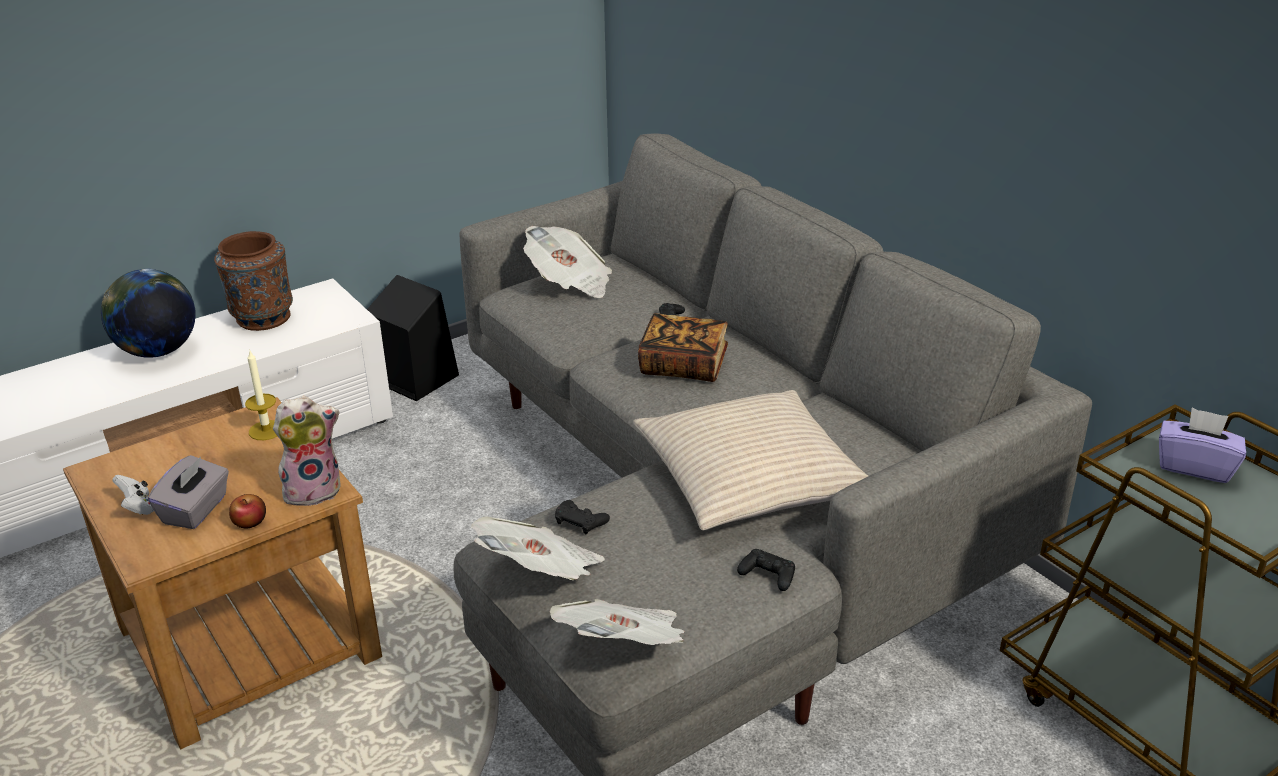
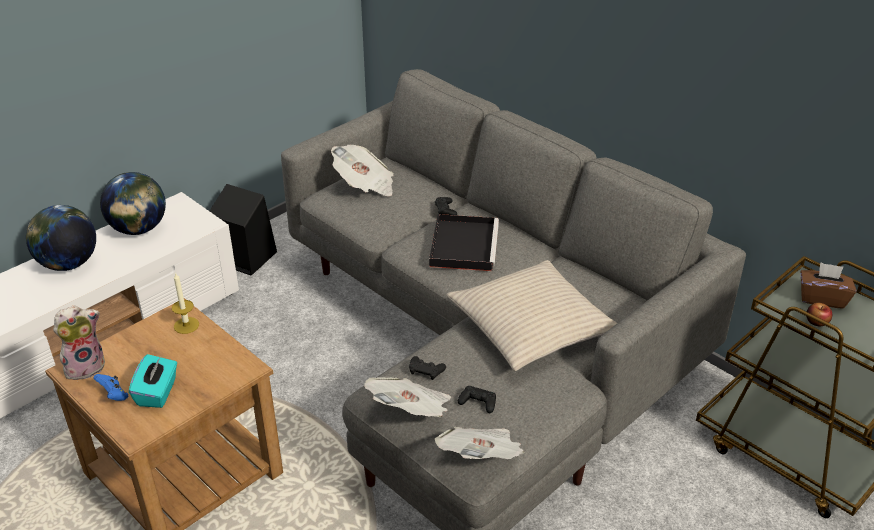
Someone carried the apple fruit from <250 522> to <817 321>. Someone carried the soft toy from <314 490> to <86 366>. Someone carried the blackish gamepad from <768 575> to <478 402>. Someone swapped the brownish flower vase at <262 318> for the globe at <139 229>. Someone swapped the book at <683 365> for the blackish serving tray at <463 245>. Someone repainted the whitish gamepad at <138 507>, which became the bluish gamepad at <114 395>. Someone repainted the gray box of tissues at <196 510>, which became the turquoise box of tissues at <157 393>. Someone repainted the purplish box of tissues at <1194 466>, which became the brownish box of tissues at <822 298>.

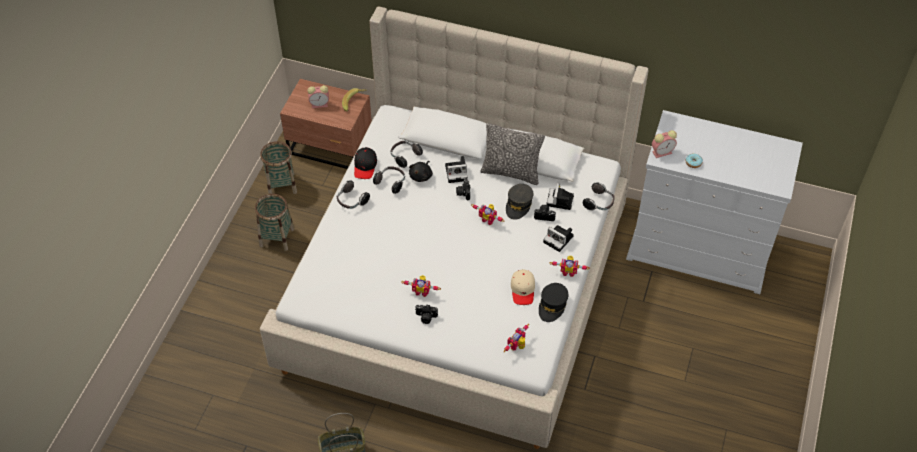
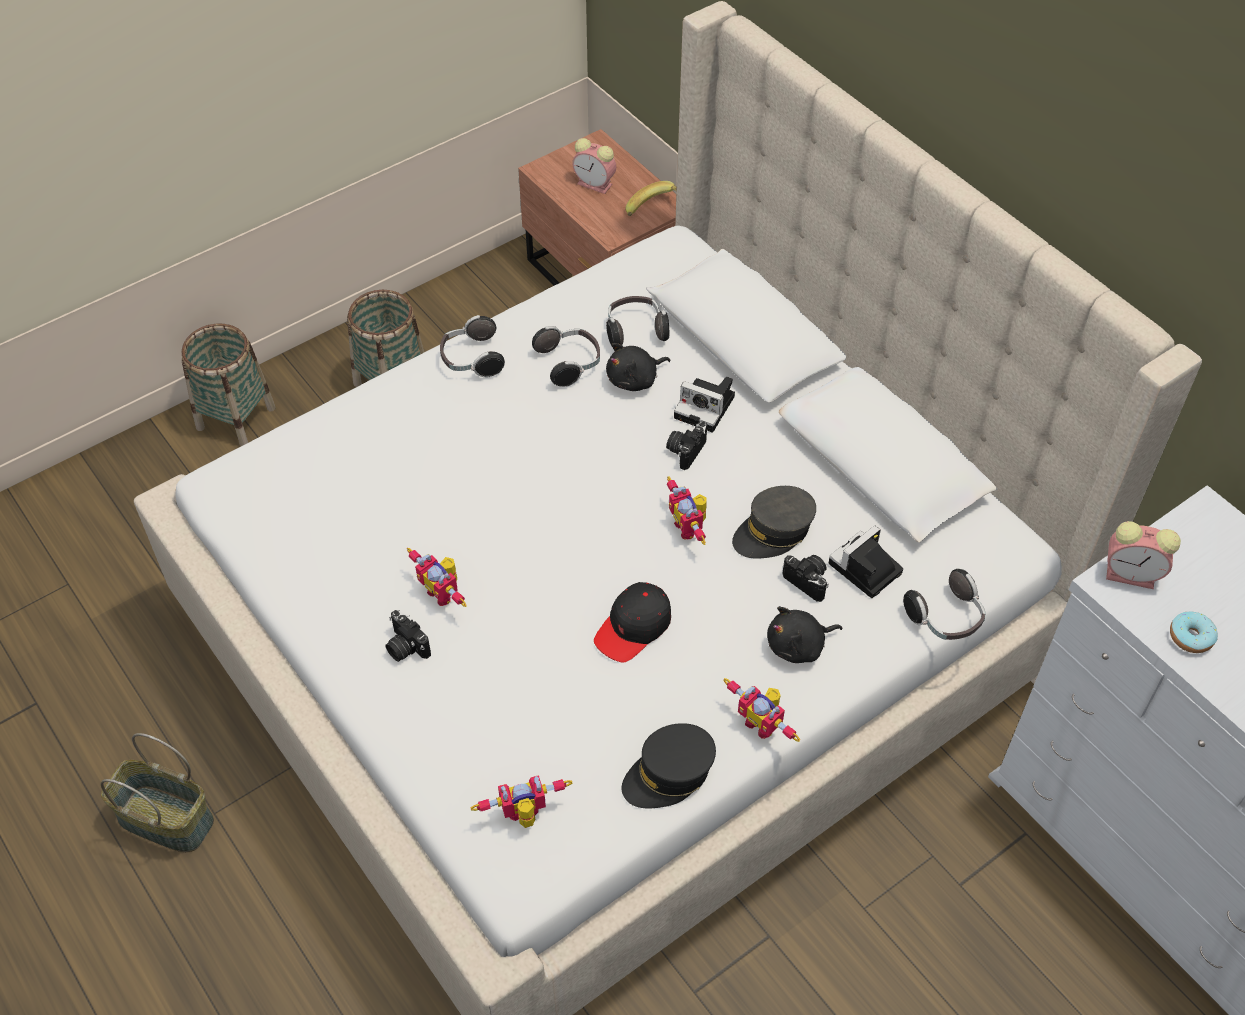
Someone took away the pillow at <511 172>. Someone took away the beige-coloured peaked cap at <523 290>. Someone carried the storage basket from <281 185> to <236 418>. Someone carried the blackish peaked cap from <365 166> to <633 627>. Someone swapped the photo camera at <559 239> for the blackish soft toy at <798 646>.

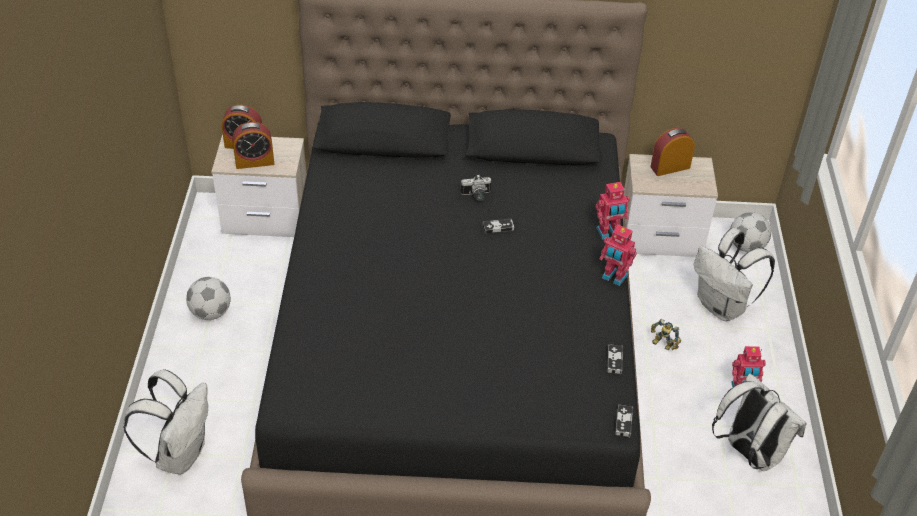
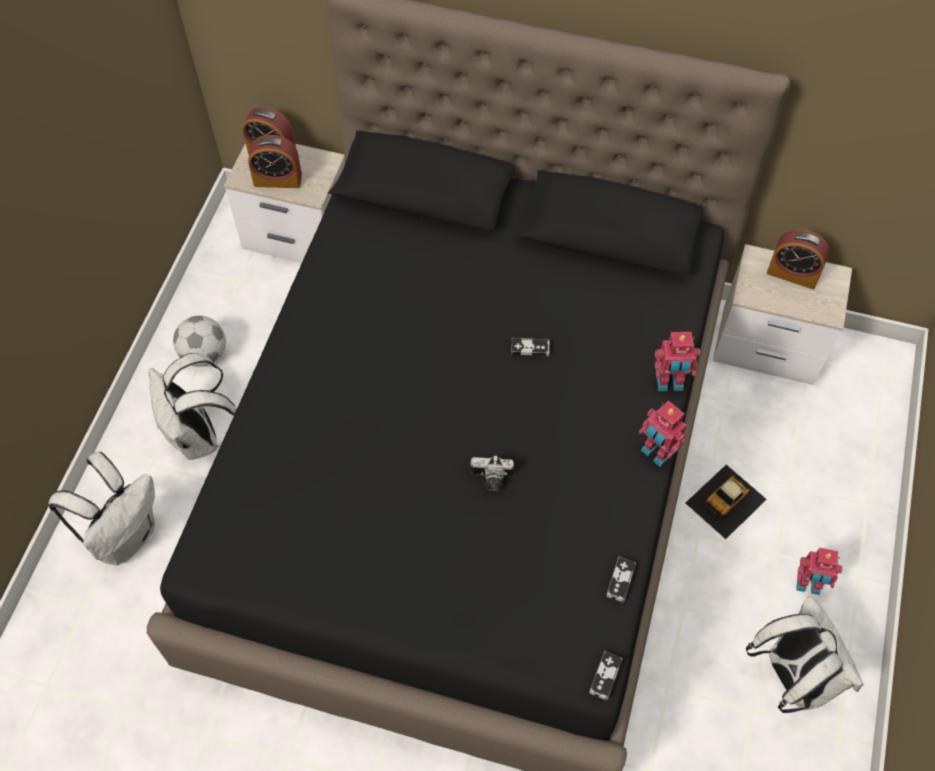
Someone took away the ball for football at <746 246>. Someone carried the photo camera from <476 195> to <491 479>. Someone carried the whitish rucksack from <722 307> to <200 437>. Someone swapped the robot figure at <662 344> for the toy car at <726 501>. Someone rotated the alarm clock at <670 167> by 150 degrees counterclockwise.

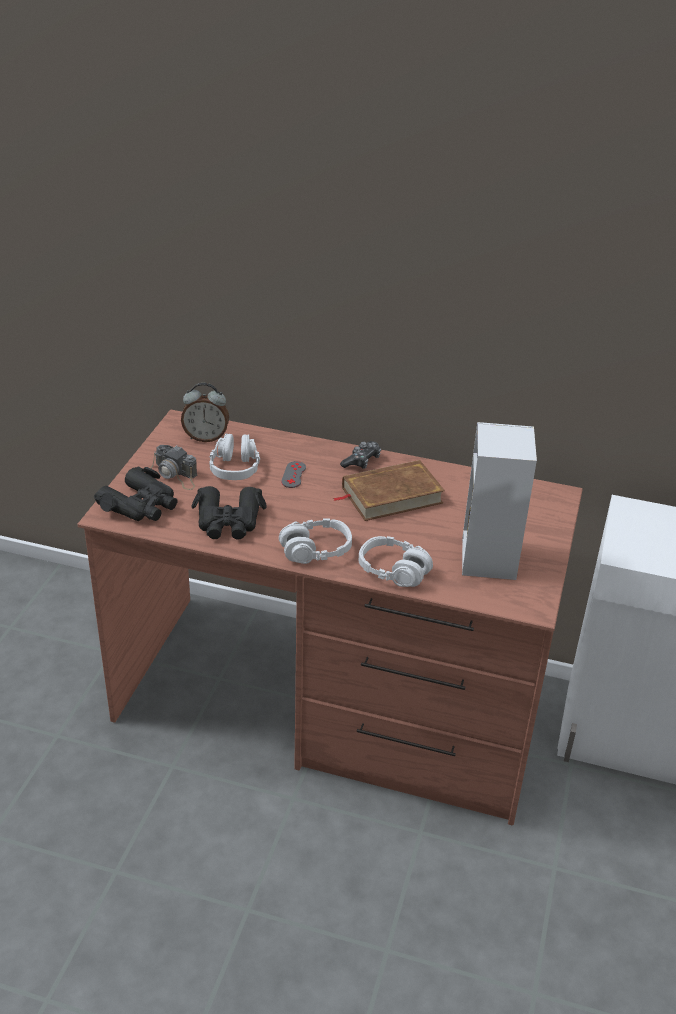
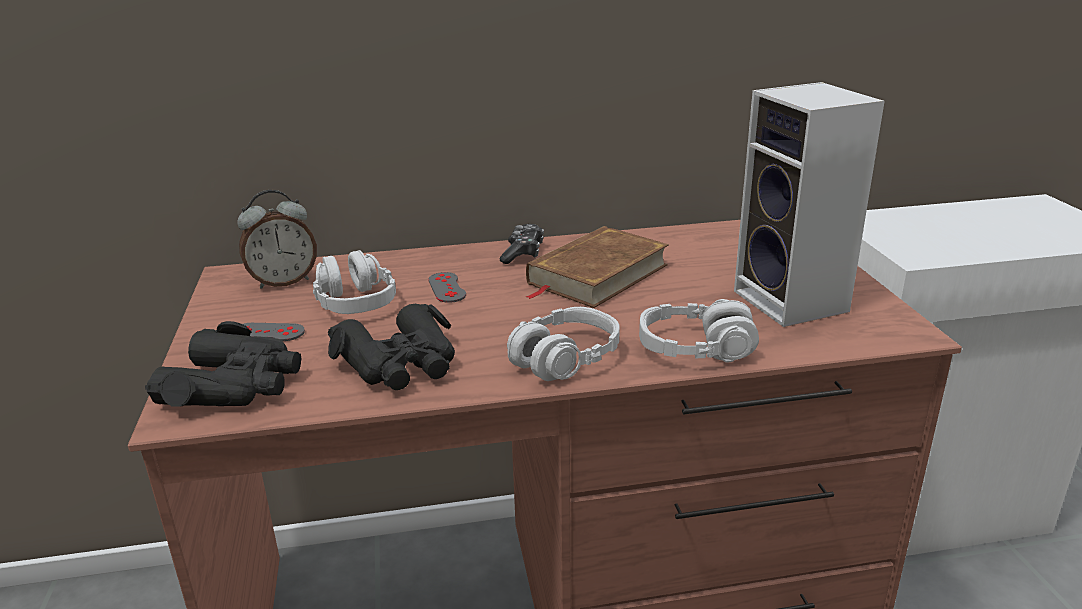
Someone swapped the photo camera at <175 475> for the gray gamepad at <267 332>.

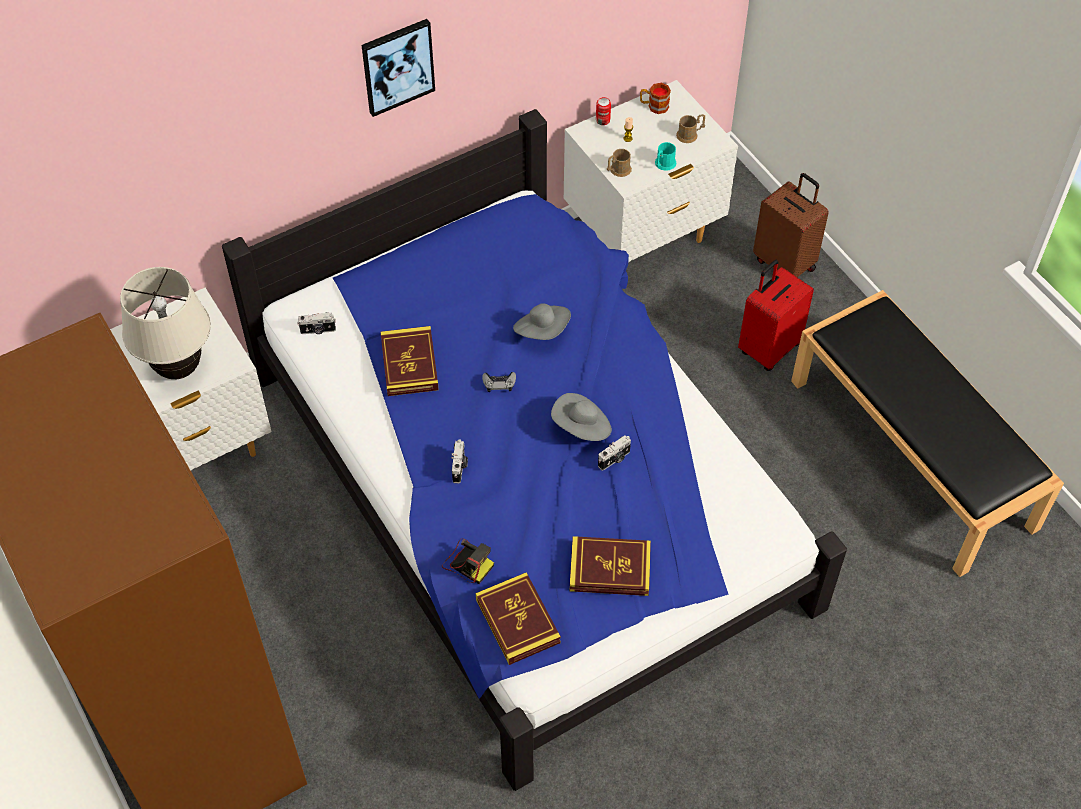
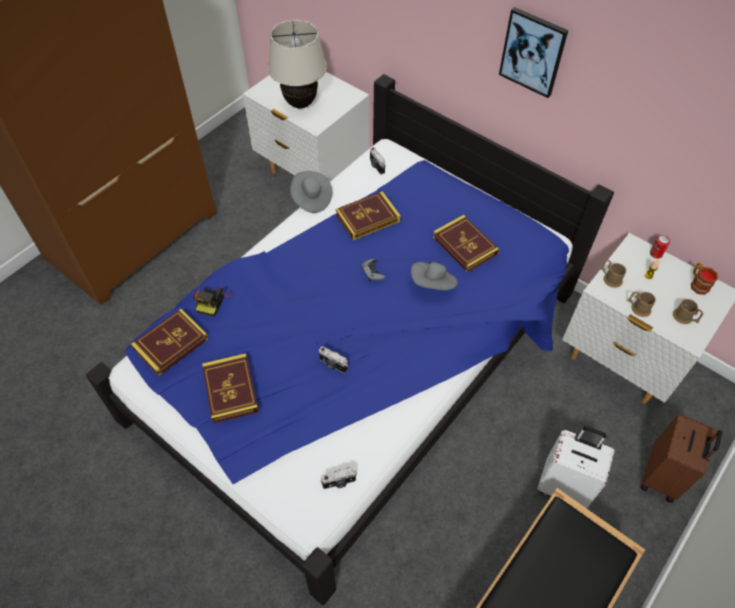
Someone put down the book at <464 246>. Someone carried the photo camera from <460 467> to <339 483>. Someone carried the gray wearable hat from <582 427> to <311 199>. Someone repainted the turquoise tea mug at <663 164>, which became the brownish tea mug at <638 308>. Someone repainted the red piece of luggage at <768 348>, which became the whitish piece of luggage at <564 486>.

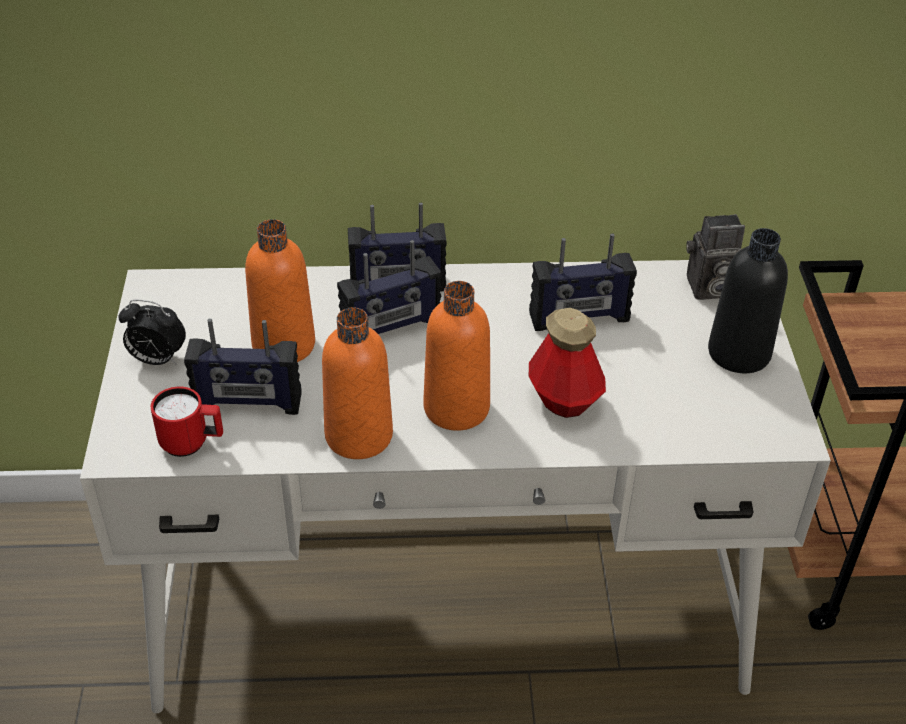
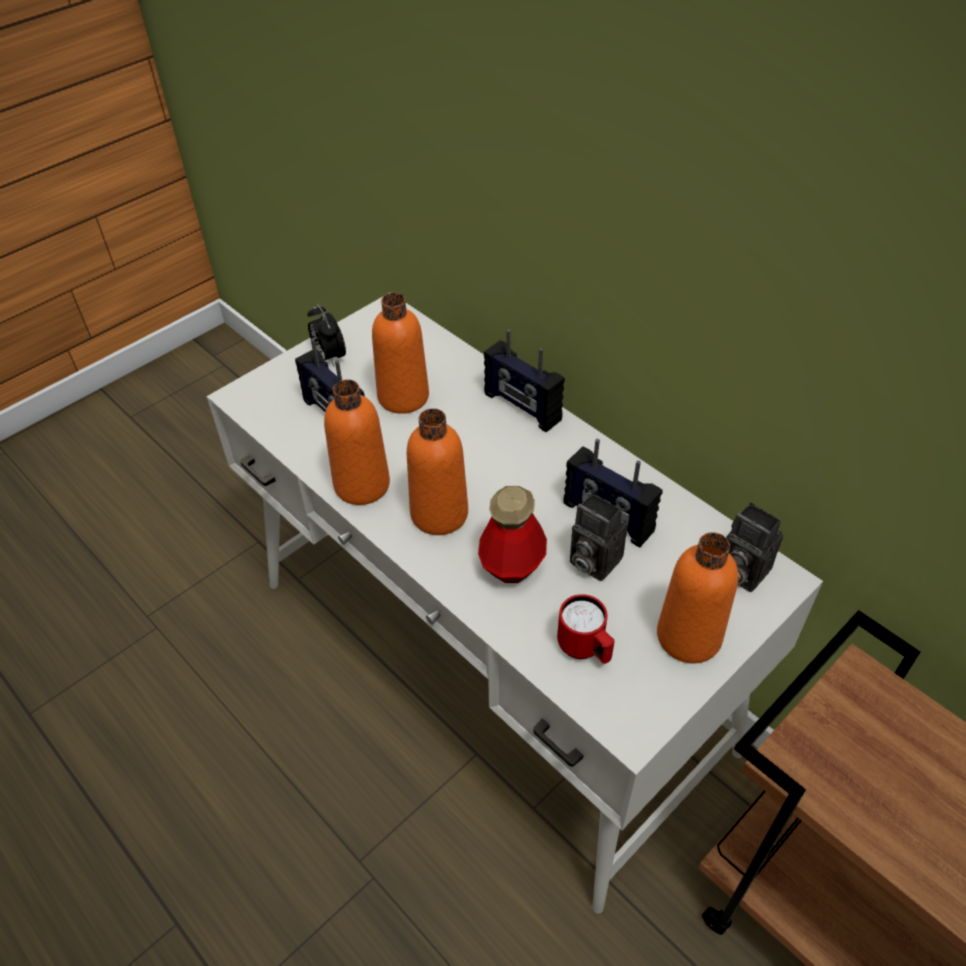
Someone took away the radio receiver at <391 329>. Someone put down the photo camera at <591 560>. Someone carried the red tea mug from <192 443> to <585 649>. Someone repainted the blackish bottle at <739 353>, which became the orange bottle at <688 636>.

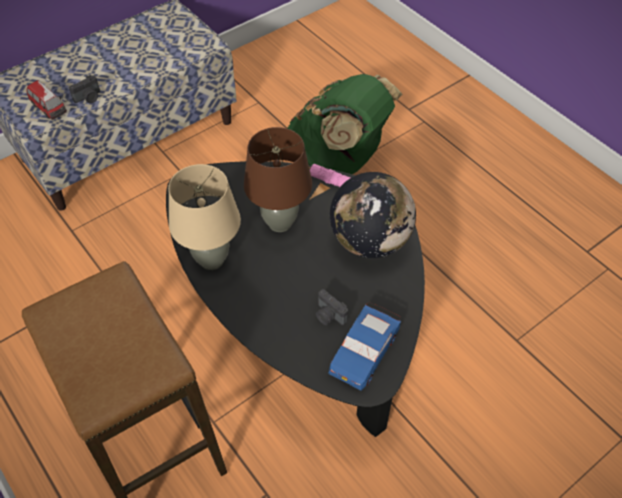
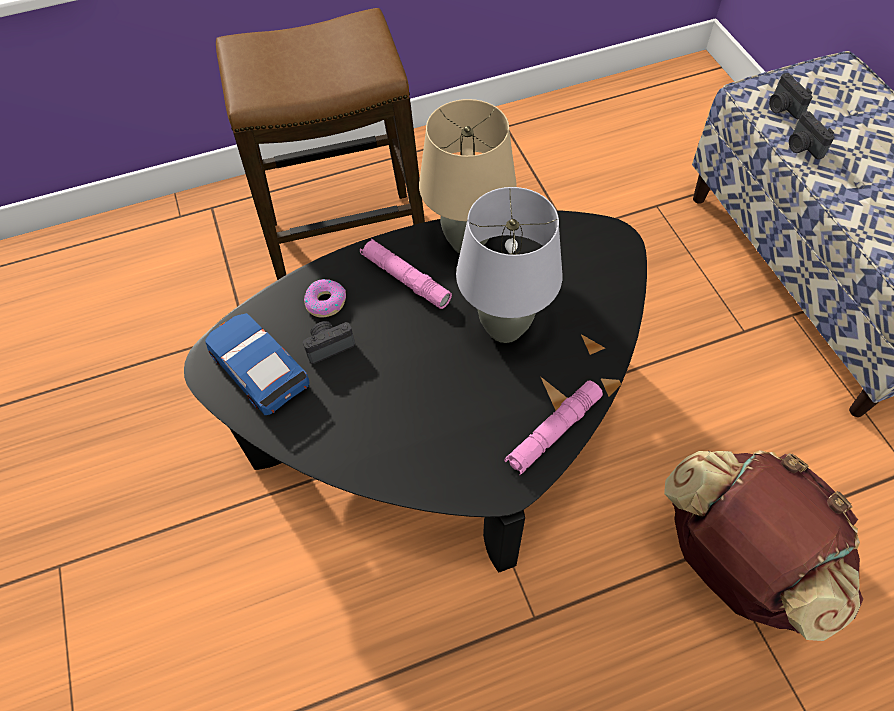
Someone took away the globe at <370 241>. Someone put down the donut at <325 302>. Someone put down the pink torch at <405 279>. Someone swapped the toy car at <49 108> for the photo camera at <782 107>. Someone repainted the brownish tabletop lamp at <279 223>, which became the gray tabletop lamp at <505 328>. Someone repainted the green-coloured rucksack at <338 163>, which became the brownish rucksack at <737 561>.

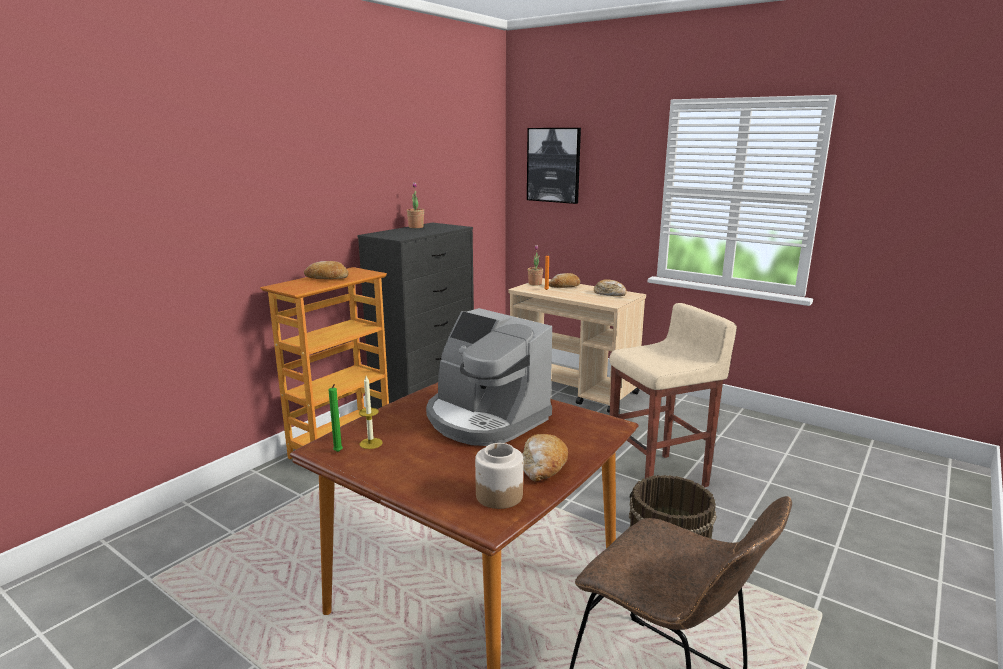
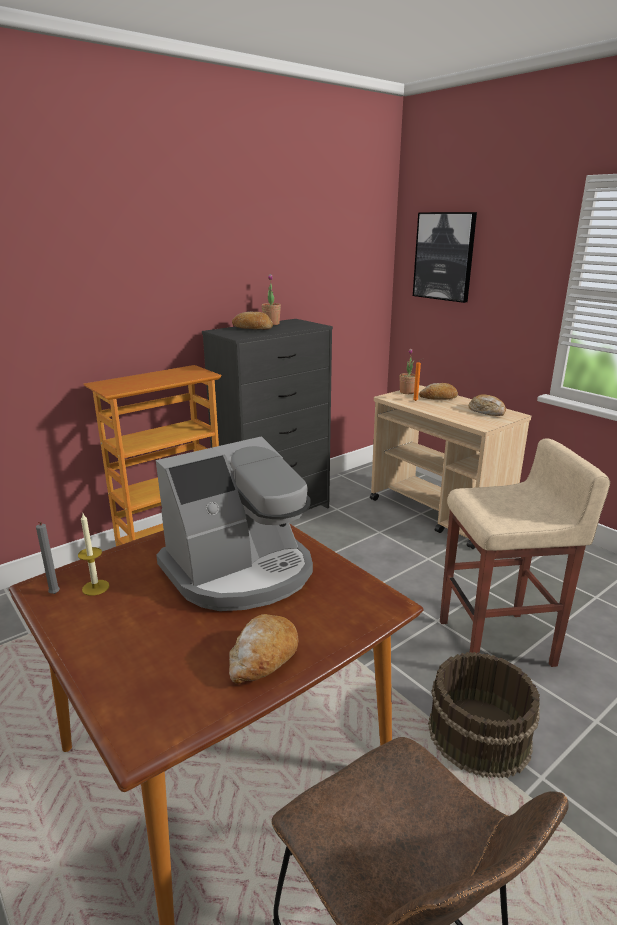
Someone took away the storage jar at <499 495>. Someone carried the bread from <327 278> to <252 328>. Someone repainted the green-coloured wax candle at <338 452>, which became the gray wax candle at <54 595>. Someone rotated the coffee maker at <485 419> by 90 degrees counterclockwise.

